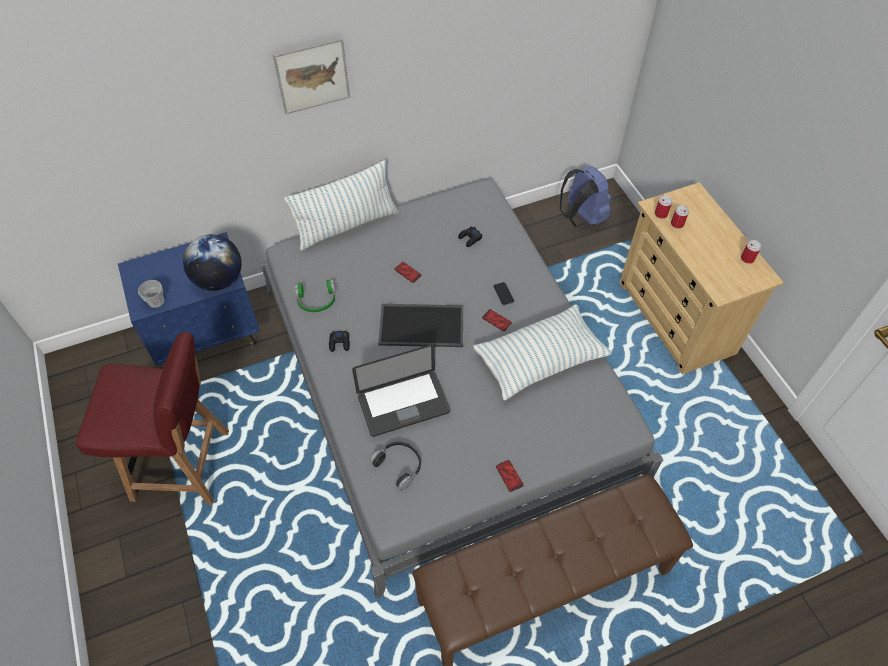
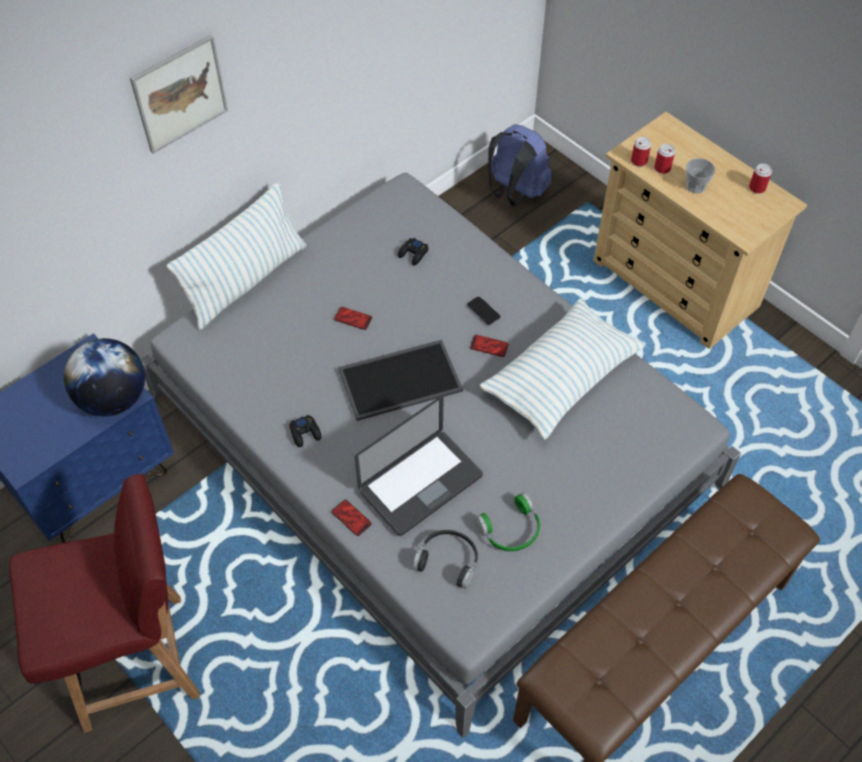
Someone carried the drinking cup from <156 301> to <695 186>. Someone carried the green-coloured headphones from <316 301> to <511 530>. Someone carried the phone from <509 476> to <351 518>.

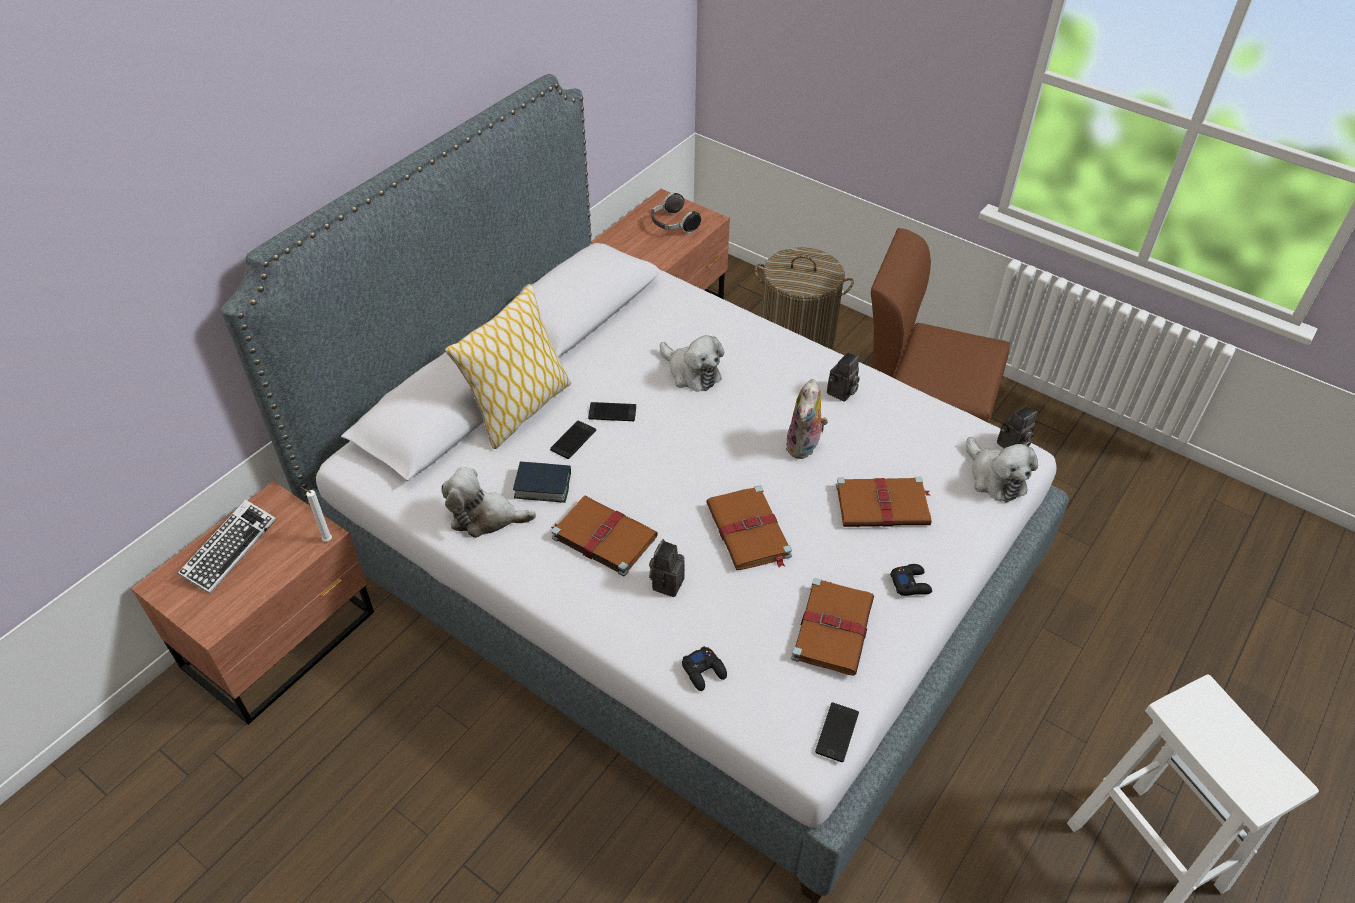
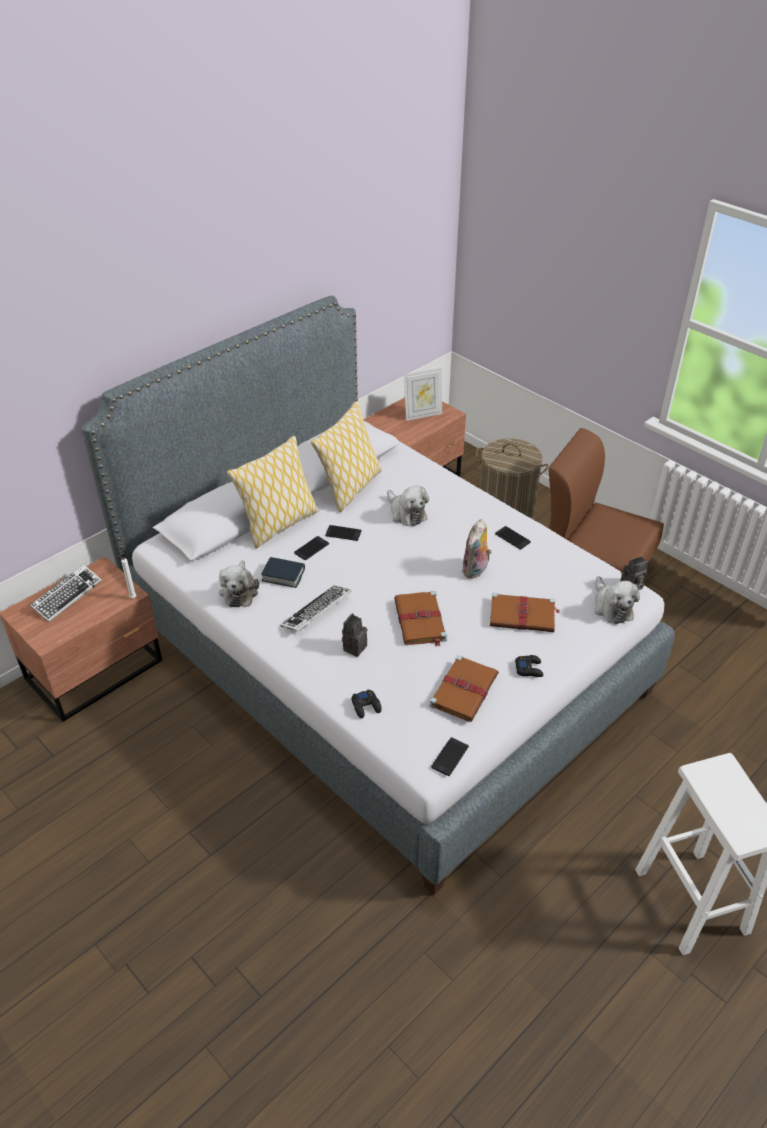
Someone put down the pillow at <350 488>. Someone swapped the brownish book at <602 536> for the computer keyboard at <317 612>. Someone swapped the headphones at <673 225> for the picture frame at <422 415>. Someone swapped the photo camera at <841 393> for the phone at <512 538>. Someone rotated the soft toy at <485 517> by 105 degrees counterclockwise.

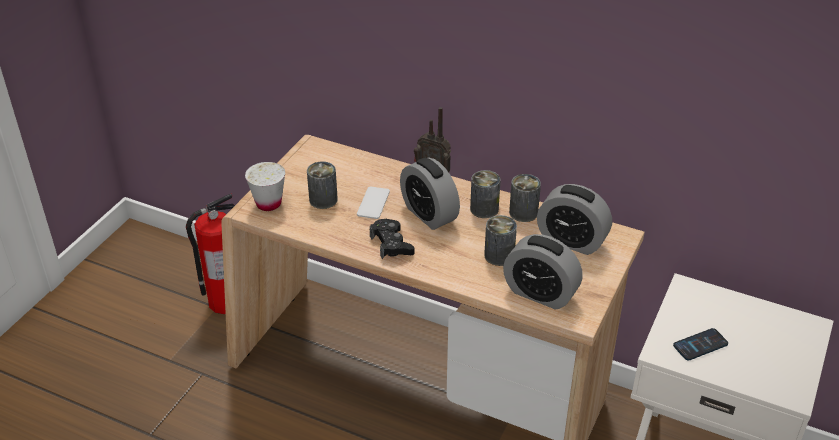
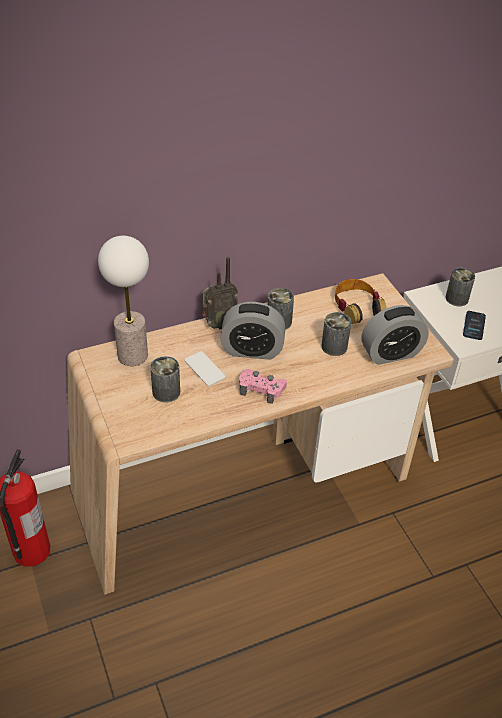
Someone took away the whitish drinking cup at <268 203>. Someone put down the tabletop lamp at <132 355>. Someone carried the can from <523 212> to <456 298>. Someone swapped the alarm clock at <571 241> for the headphones at <357 307>. Someone repainted the blackish gamepad at <391 244>, which became the pink gamepad at <261 389>.

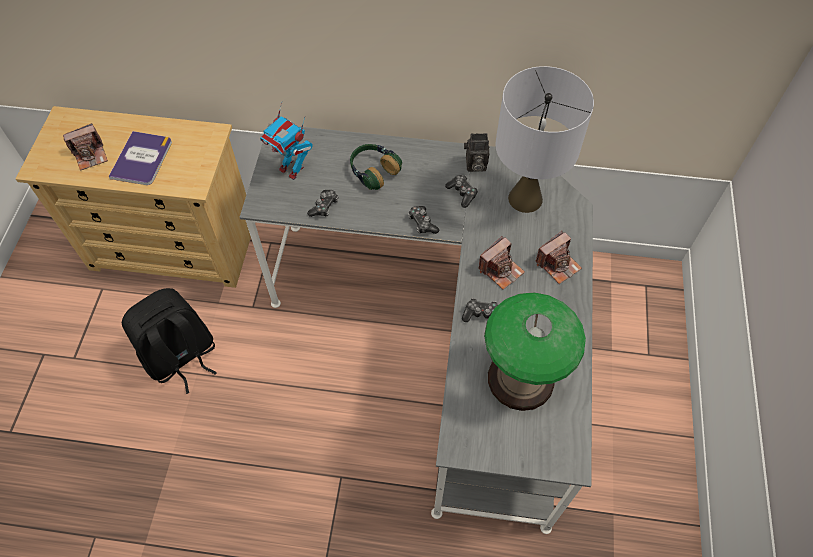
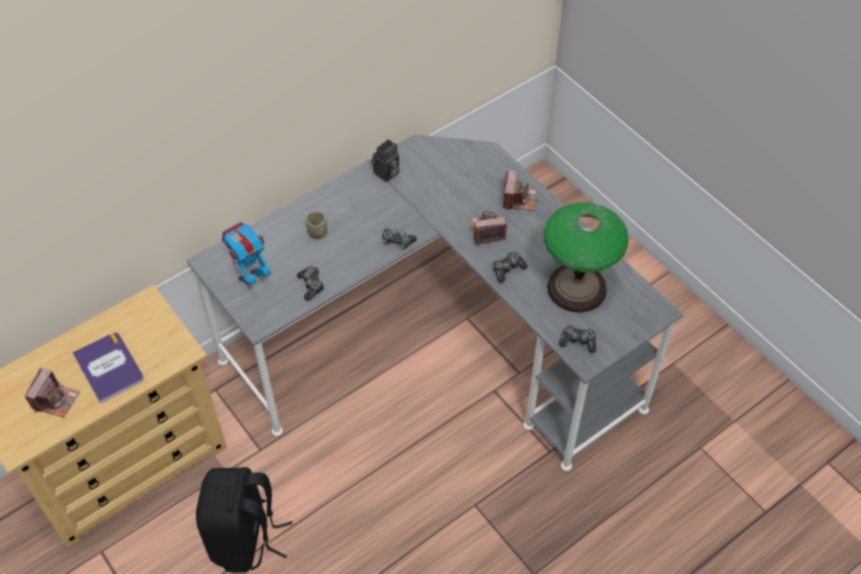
Someone took away the gray tabletop lamp at <525 198>. Someone carried the gamepad from <462 193> to <578 341>. Someone swapped the headphones at <373 171> for the drinking cup at <317 233>. Someone rotated the robot figure at <292 169> by 150 degrees clockwise. Someone rotated the photo camera at <500 270> by 105 degrees counterclockwise.

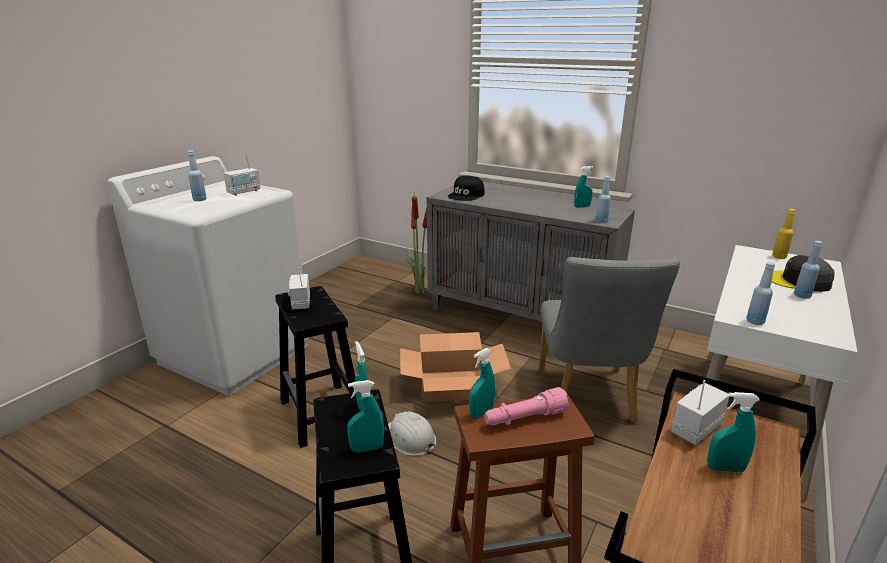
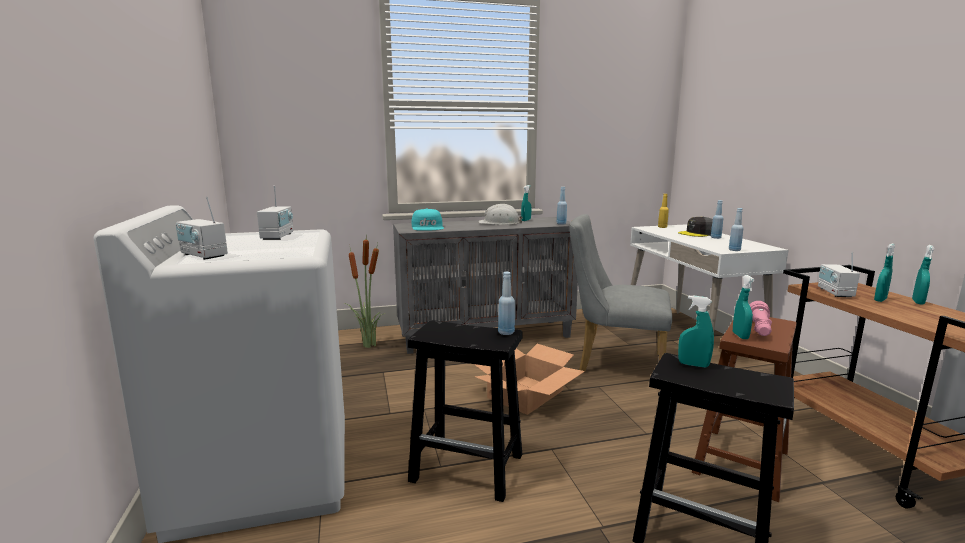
Someone carried the bluish bottle from <200 200> to <506 332>. Someone carried the radio receiver from <300 303> to <203 255>. Someone carried the turquoise spray bottle from <367 448> to <918 302>. Someone carried the whitish safety helmet from <409 438> to <499 223>. Someone repainted the blackish peaked cap at <466 195>, which became the turquoise peaked cap at <428 227>. Someone rotated the gray chair at <587 399> by 150 degrees clockwise.

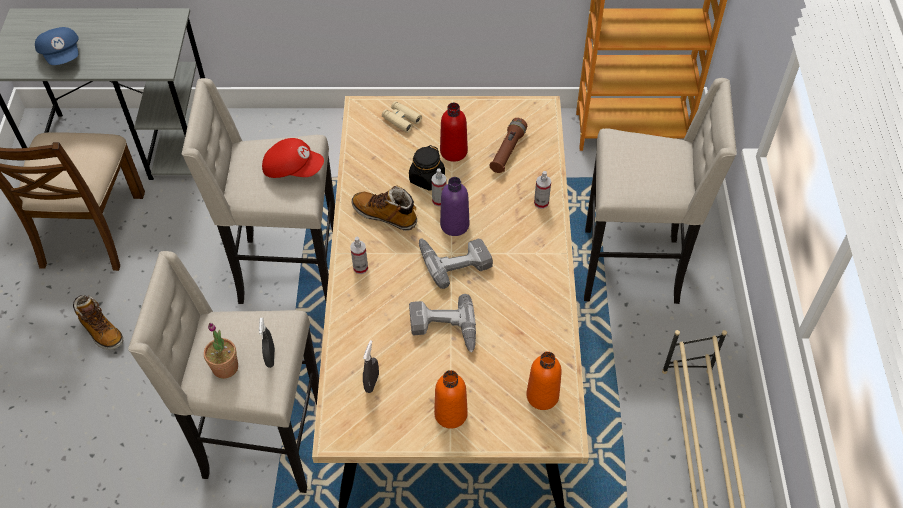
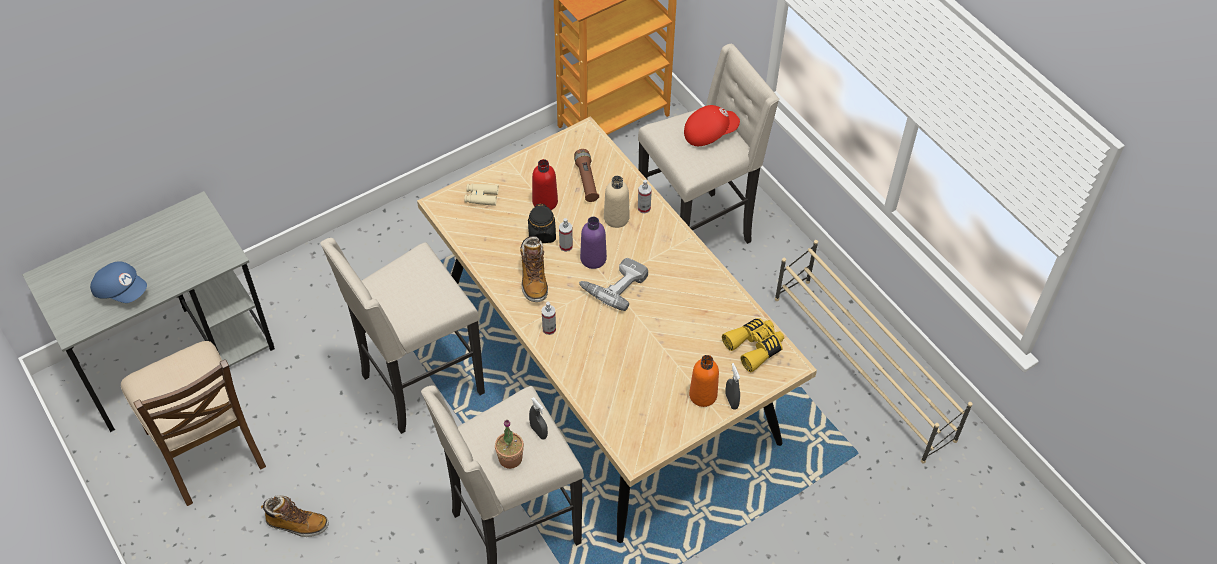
Someone took away the electric drill at <443 330>. Someone put down the beige-coloured bottle at <616 218>. Someone carried the red peaked cap from <293 168> to <709 132>. Someone carried the gray spray bottle from <372 383> to <731 401>. Someone swapped the orange bottle at <542 396> for the yellow-coloured pair of binoculars at <755 347>. Someone rotated the boot at <385 215> by 90 degrees counterclockwise.

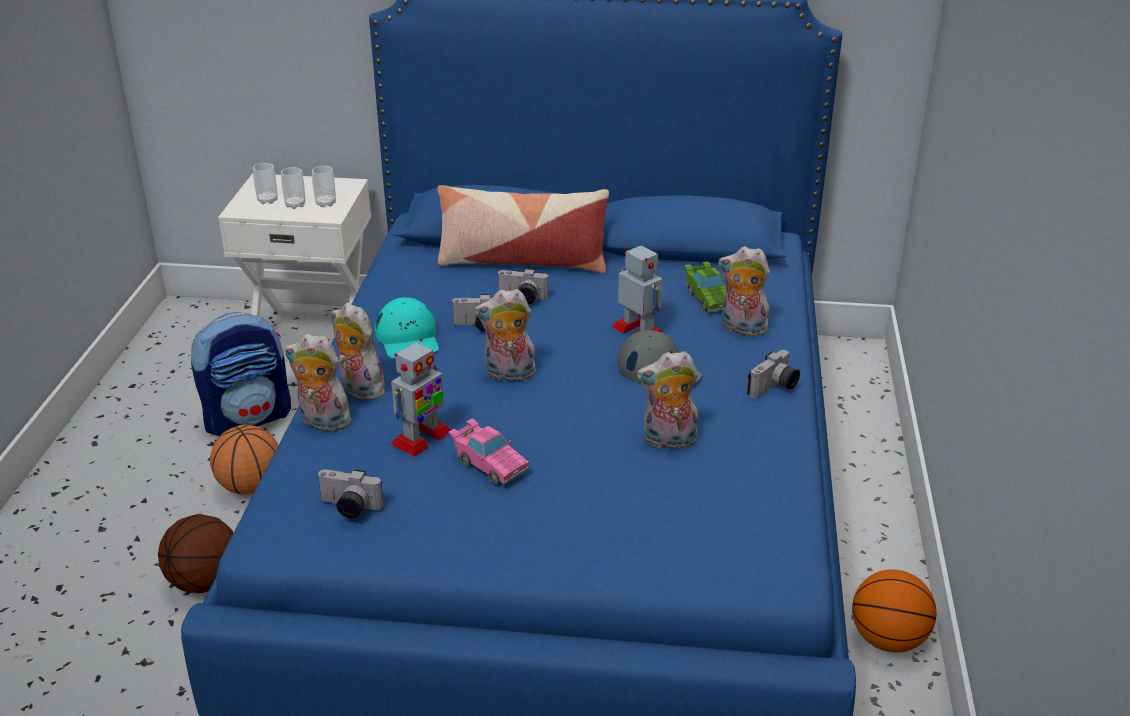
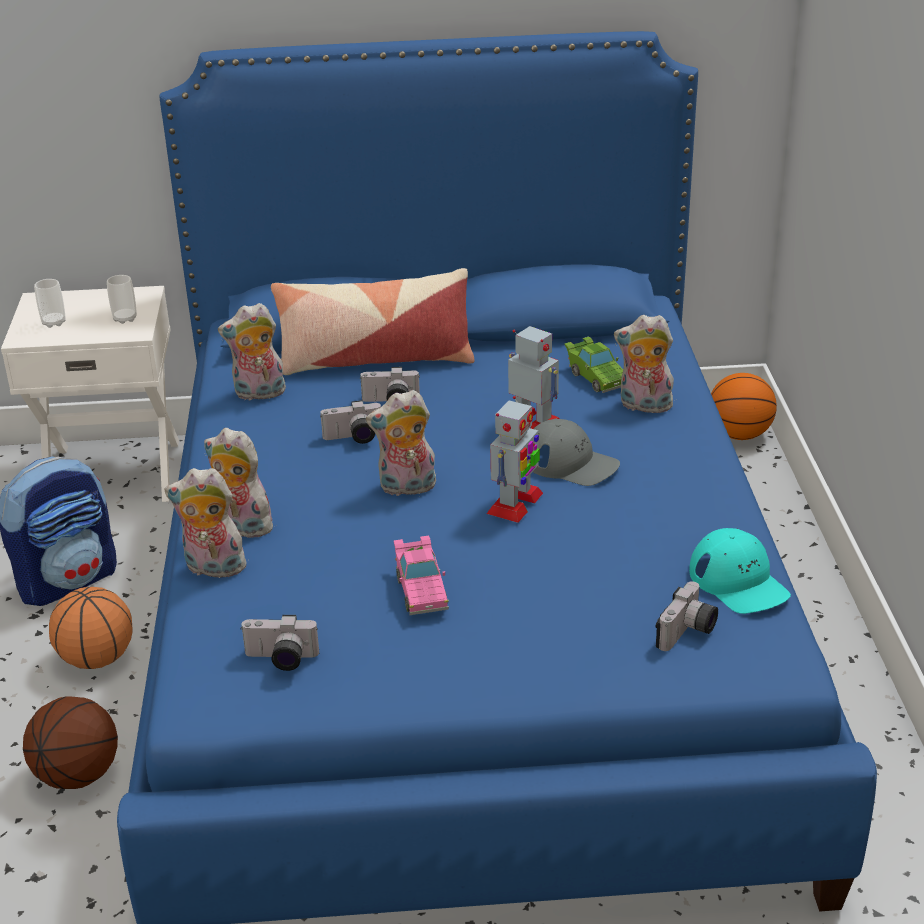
Someone took away the drinking cup at <295 205>. Someone carried the turquoise peaked cap from <408 338> to <738 582>. Someone carried the robot figure from <421 438> to <515 504>. Someone carried the soft toy from <668 441> to <259 394>. Someone carried the photo camera from <774 388> to <688 633>. Someone carried the ball for basketball from <888 640> to <739 435>. Someone rotated the pink toy car at <488 464> by 45 degrees clockwise.

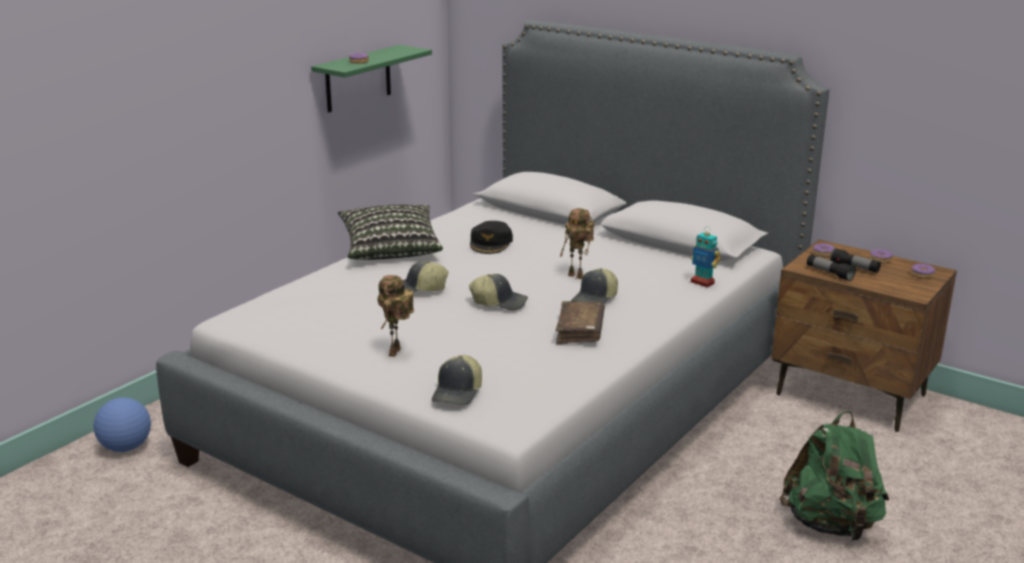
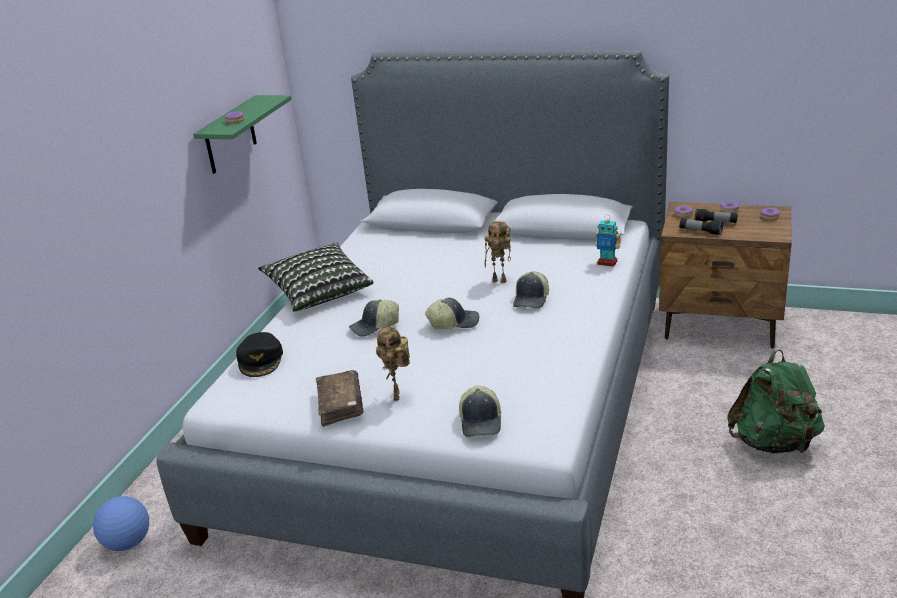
Someone carried the blackish peaked cap from <491 243> to <261 360>. Someone carried the brownish book from <580 331> to <340 405>.

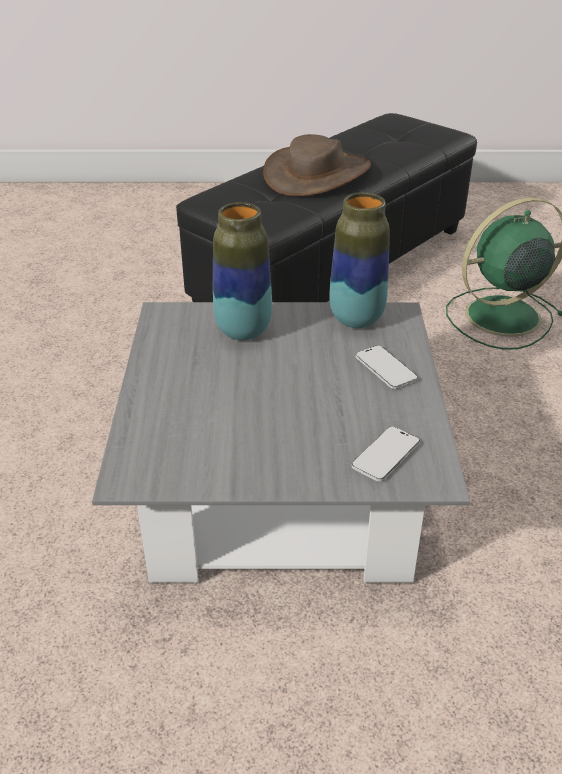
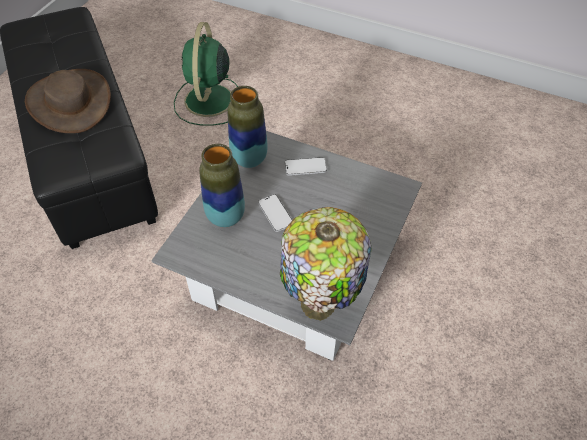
Someone put down the tabletop lamp at <319 306>. Someone carried the phone from <385 455> to <275 214>.

